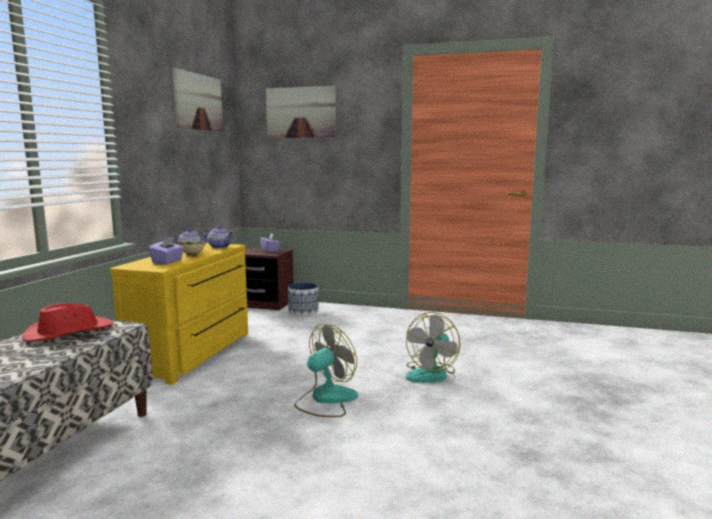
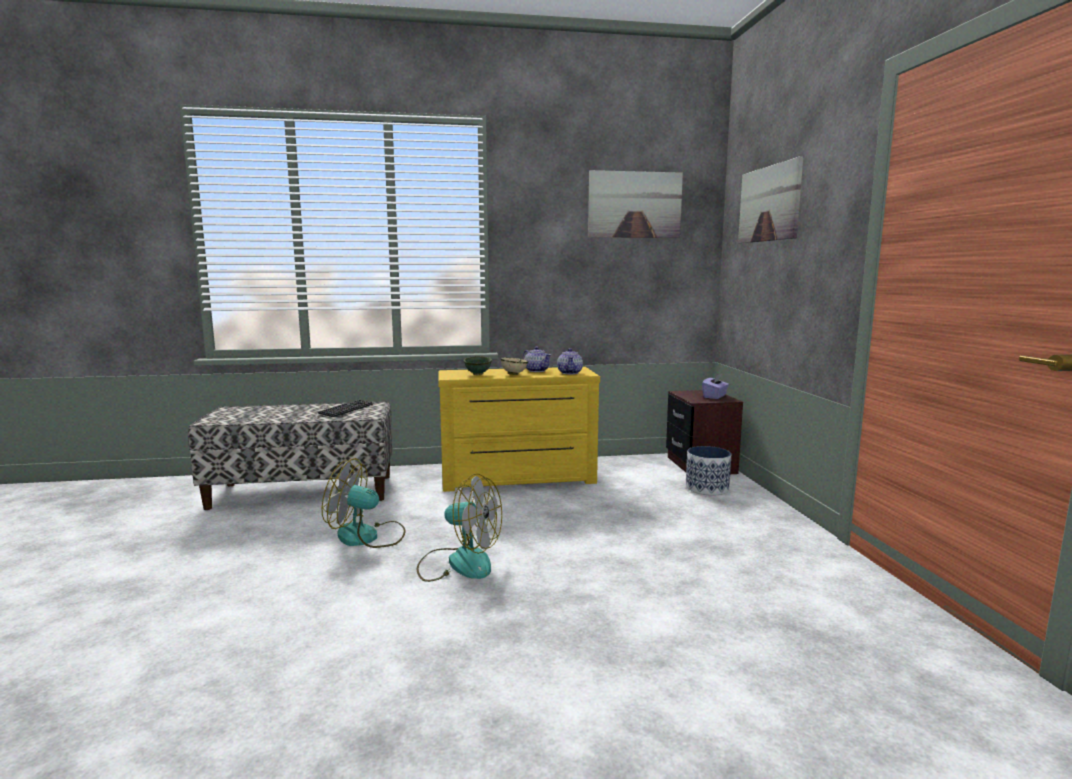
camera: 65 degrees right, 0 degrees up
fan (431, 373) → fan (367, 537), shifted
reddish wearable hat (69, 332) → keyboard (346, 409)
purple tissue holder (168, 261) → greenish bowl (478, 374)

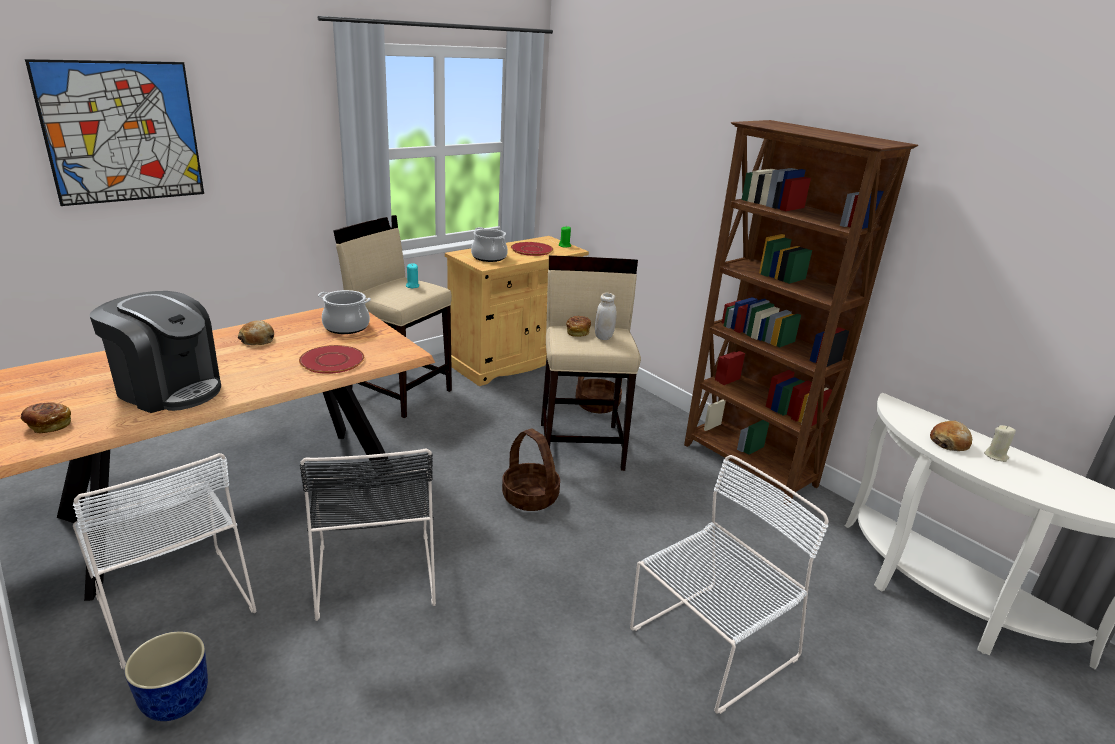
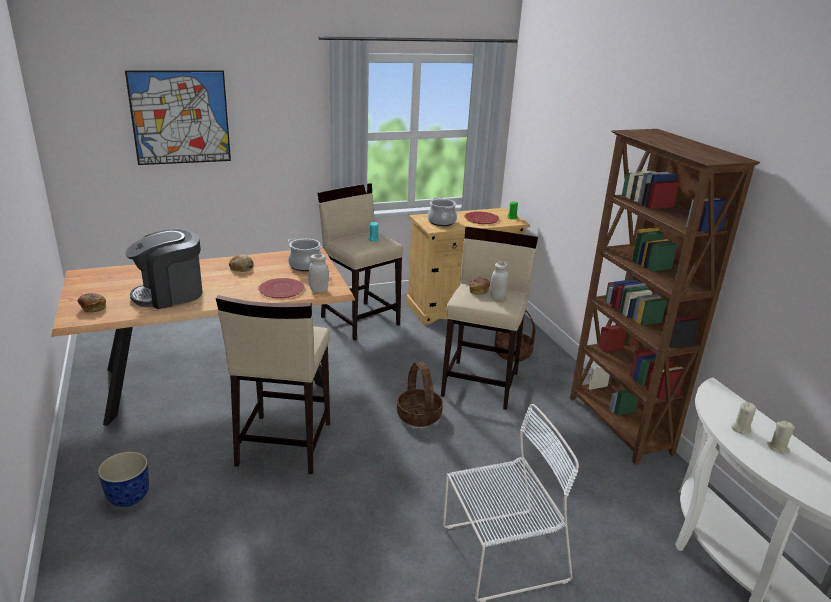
camera: 20 degrees right, 0 degrees up
white-coloured upright chair (174, 599) → -
- → white-coloured jar (318, 290)
black-coloured upright chair (375, 570) → beige stool seat (283, 444)
baked bread (949, 443) → beige wax light (740, 429)
coffee brewer (168, 389) → coffee brewer (170, 294), 105 degrees clockwise

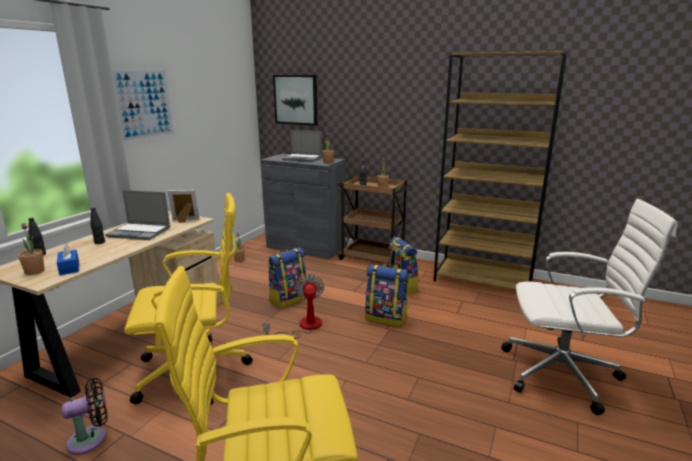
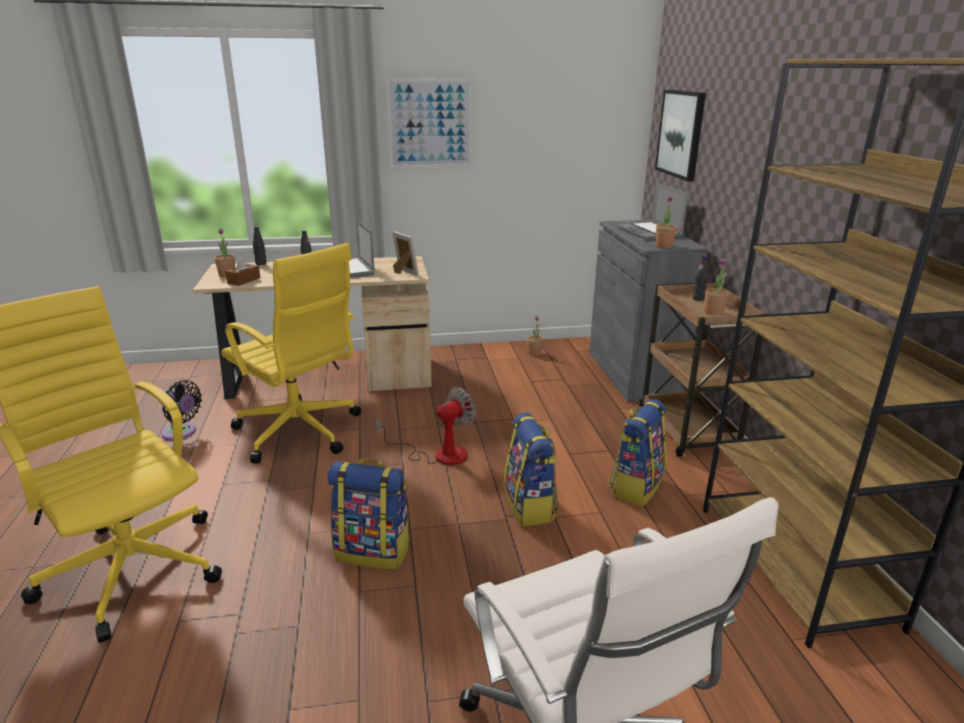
camera: 55 degrees right, 5 degrees up
rucksack (288, 299) → rucksack (373, 551), shifted
blue tissue holder (69, 268) → brownish tissue holder (244, 280)

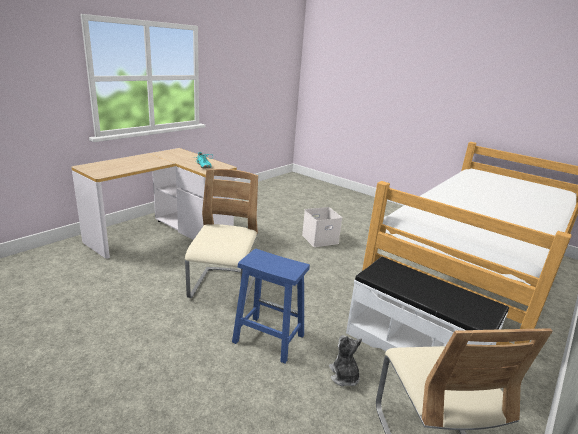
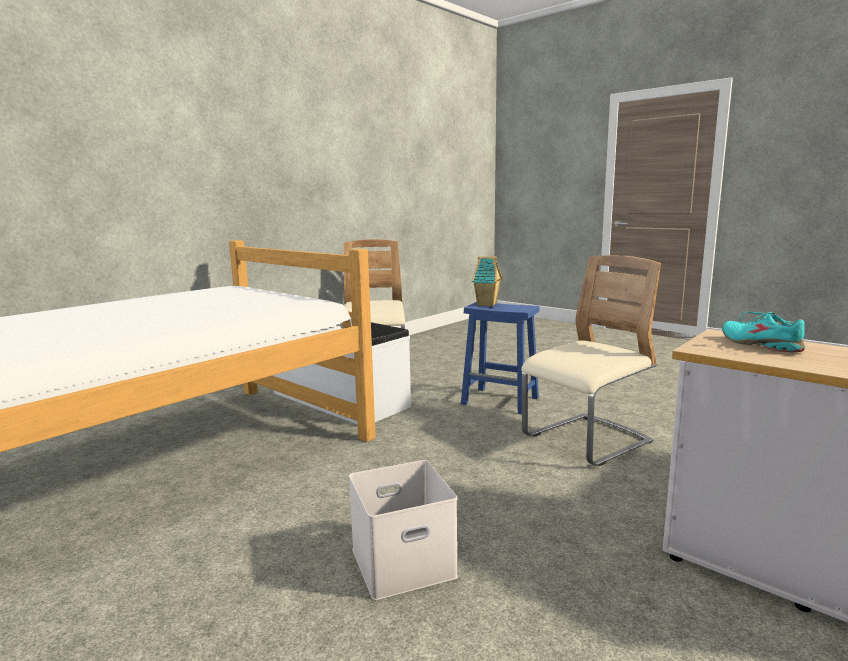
camera: 175 degrees left, 10 degrees down
soft toy (344, 376) → -
- → miniature house (487, 304)
beige upright chair (223, 287) → beige upright chair (586, 441), 135 degrees counterclockwise

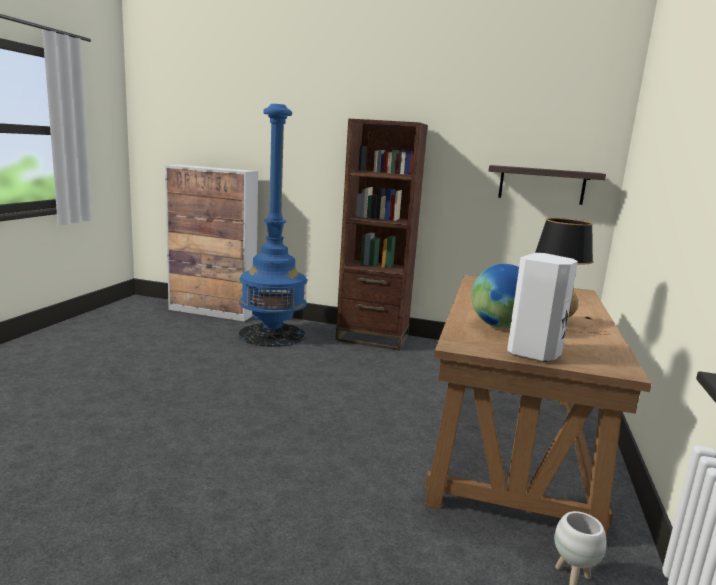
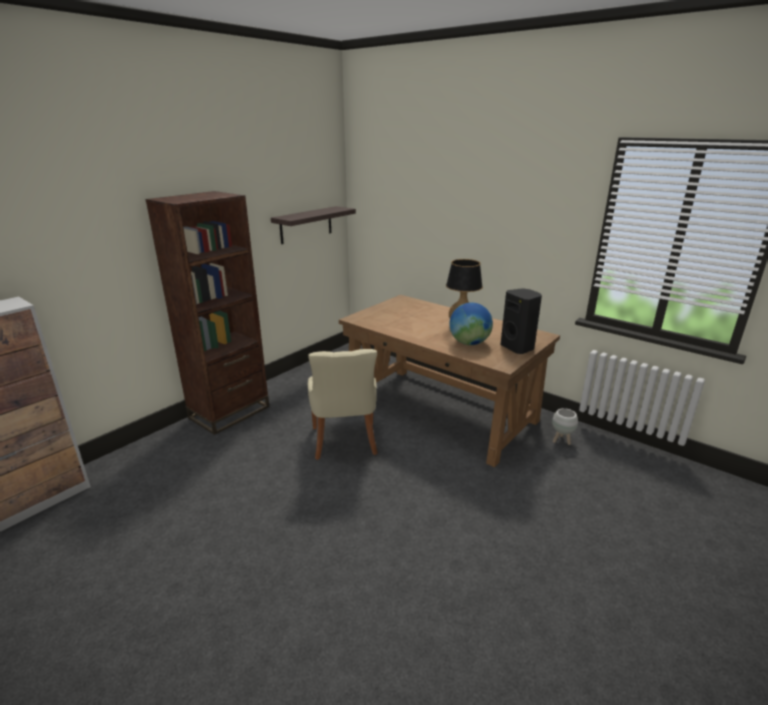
camera: 65 degrees left, 10 degrees up
blue standing lamp (272, 335) → -
- → beige upright chair (344, 442)
white-coloured loudspeaker (535, 353) → black-coloured loudspeaker (518, 347)

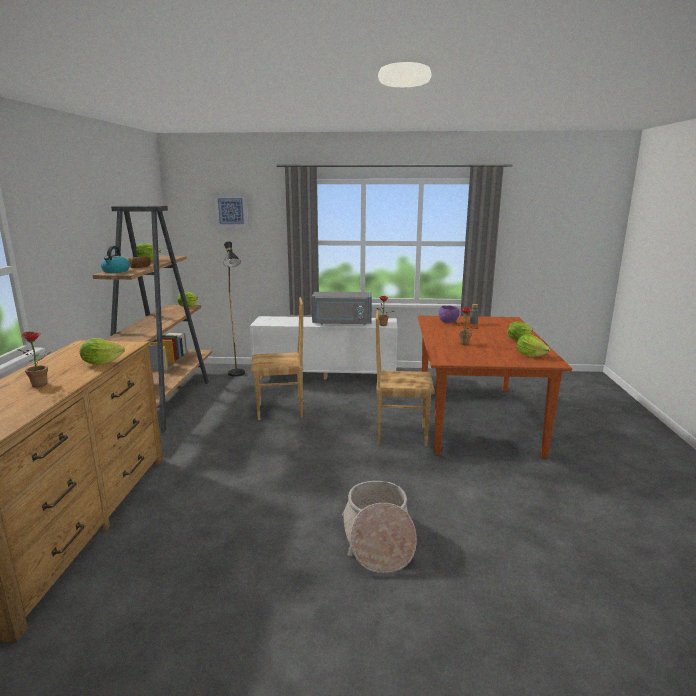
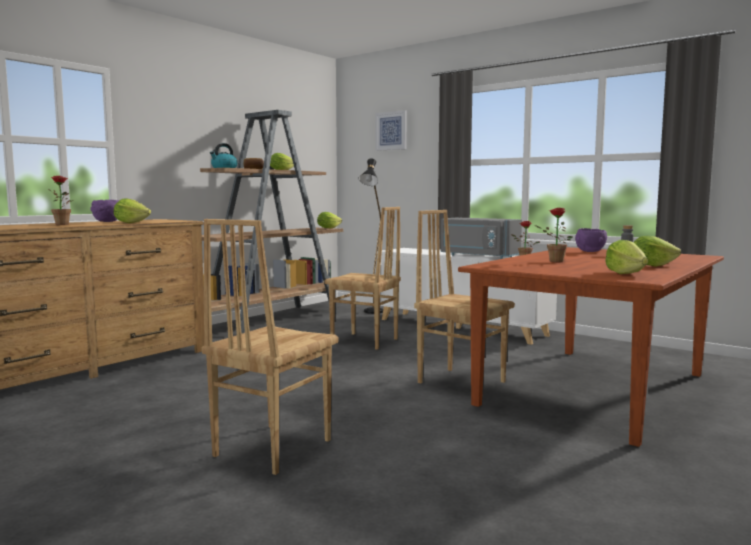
camera: 35 degrees right, 10 degrees down
- → purple bowl (108, 221)
basket (378, 541) → brownish upright chair (271, 448)

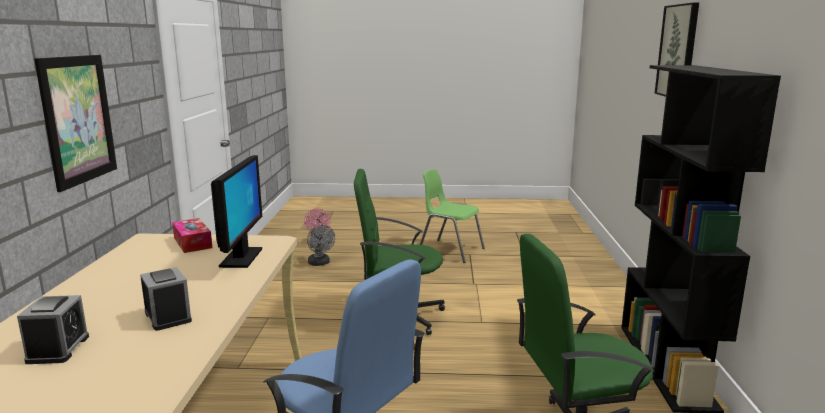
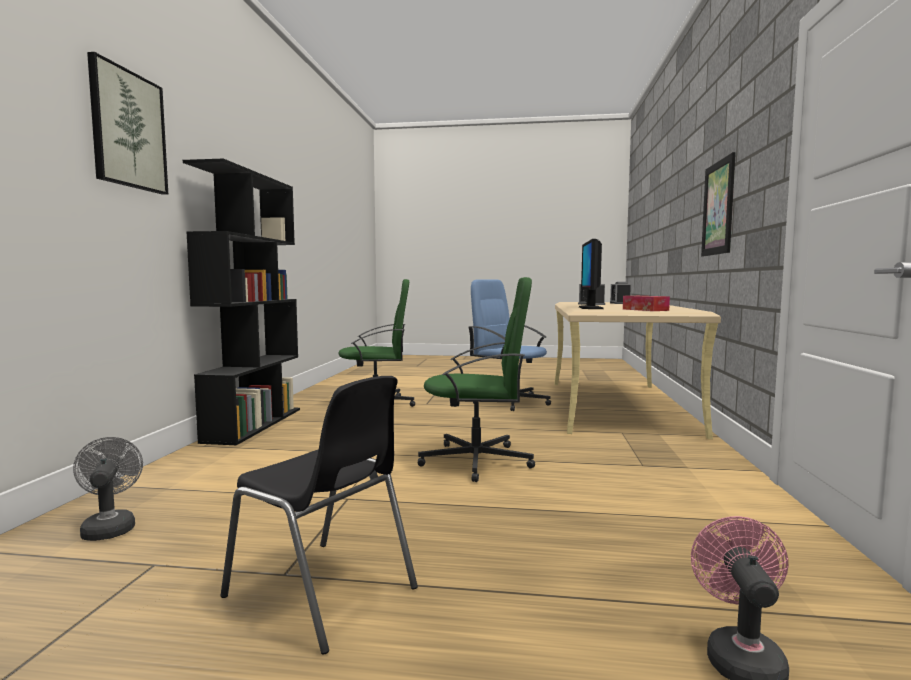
camera: 175 degrees left, 10 degrees down
greyish fan (320, 263) → greyish fan (109, 527), shifted
greenish upright chair (450, 250) → black-coloured upright chair (323, 593)

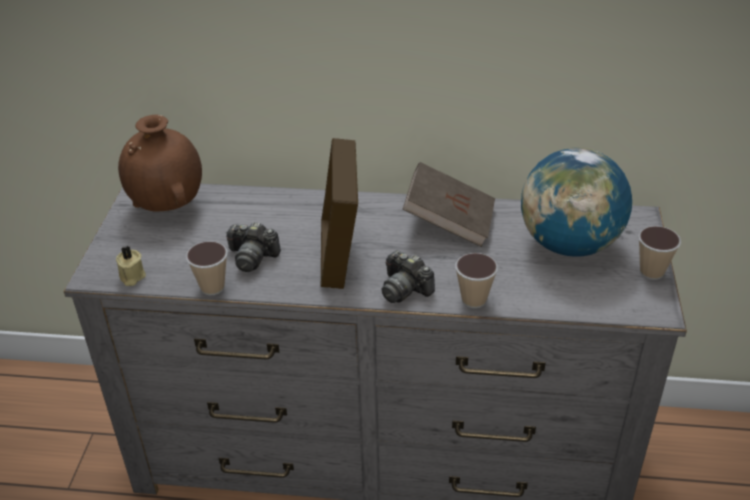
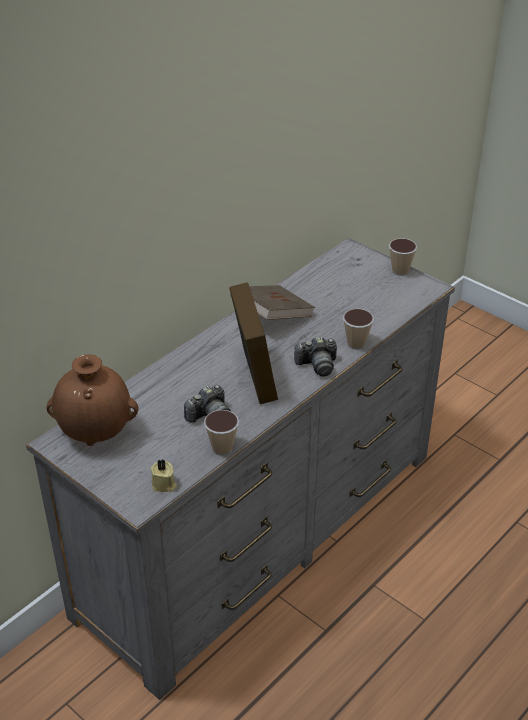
camera: 55 degrees left, 0 degrees up
globe (569, 245) → -
photo frame (340, 255) → photo frame (253, 376), 135 degrees counterclockwise

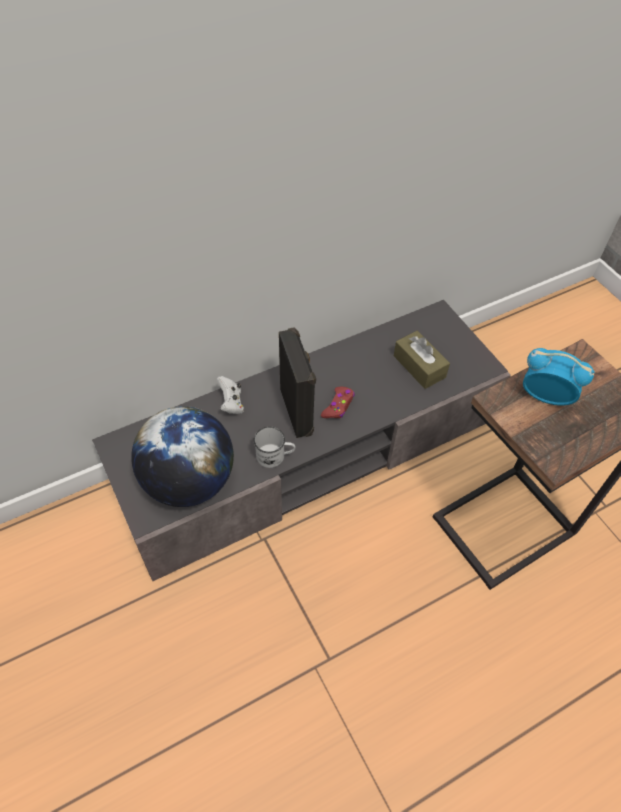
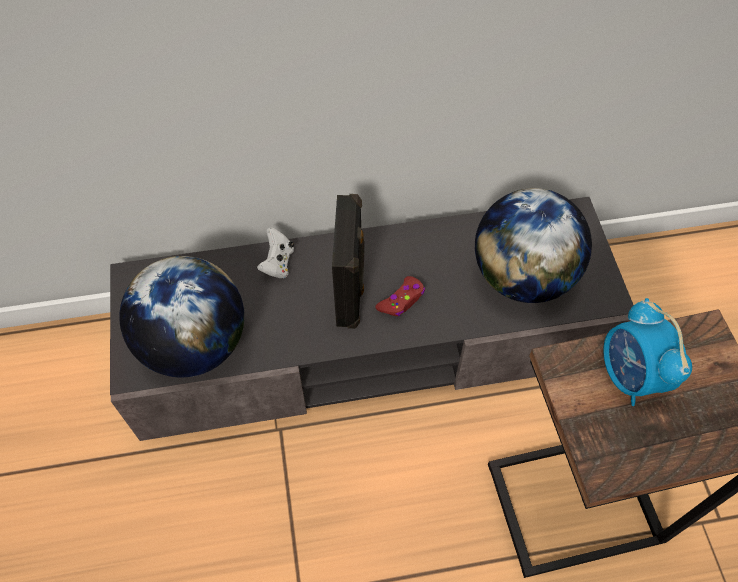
camera: 20 degrees right, 5 degrees up
white-coloured mug (275, 456) → -
brownish tissue holder (419, 366) → globe (522, 276)
bedside clock (545, 396) → bedside clock (630, 375), 150 degrees counterclockwise

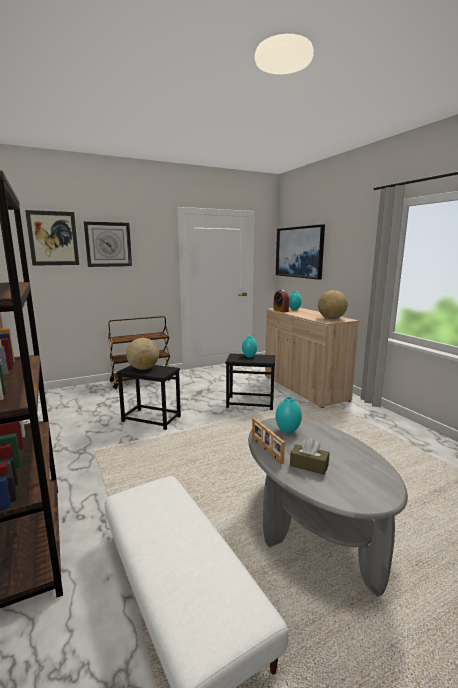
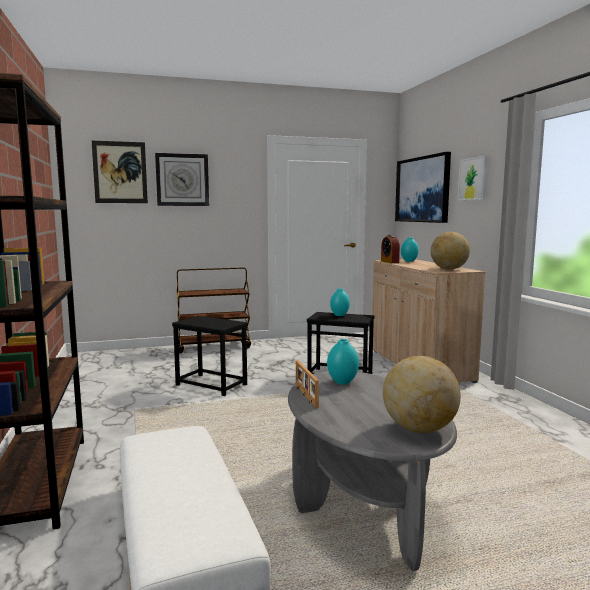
camera: 10 degrees right, 5 degrees down
brownish tissue holder (309, 465) → -
- → wall art (473, 179)
globe (143, 368) → globe (419, 429), shifted

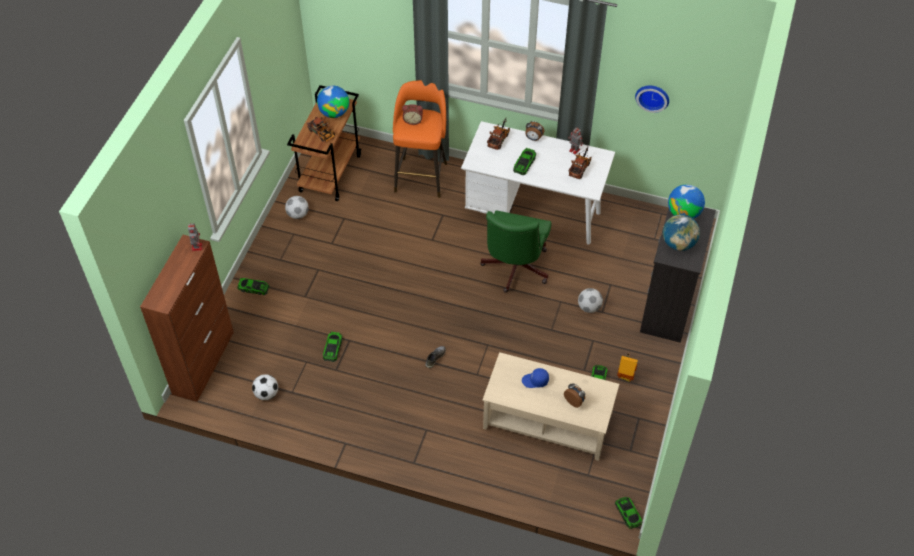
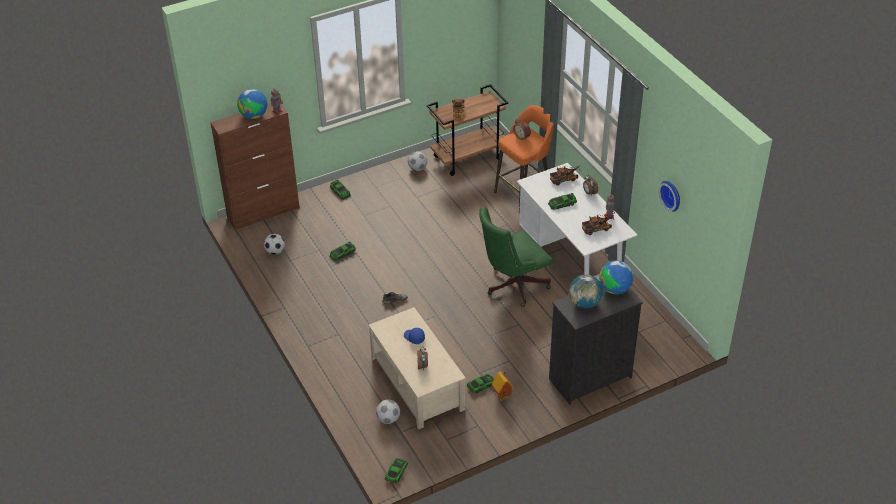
camera: 45 degrees right, 10 degrees down
globe (334, 113) → globe (254, 115), shifted
ball for football (589, 307) → ball for football (388, 419), shifted

